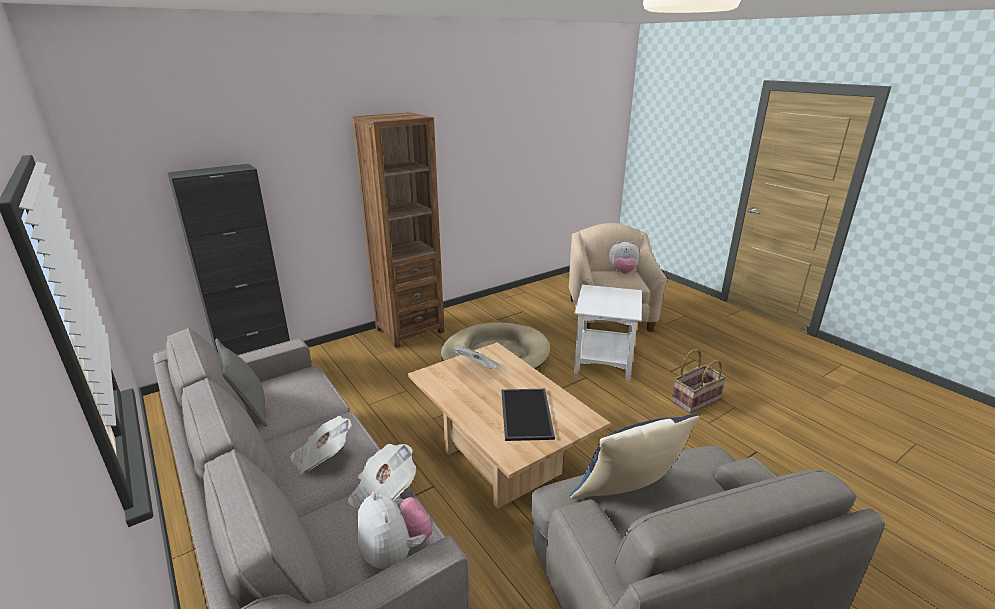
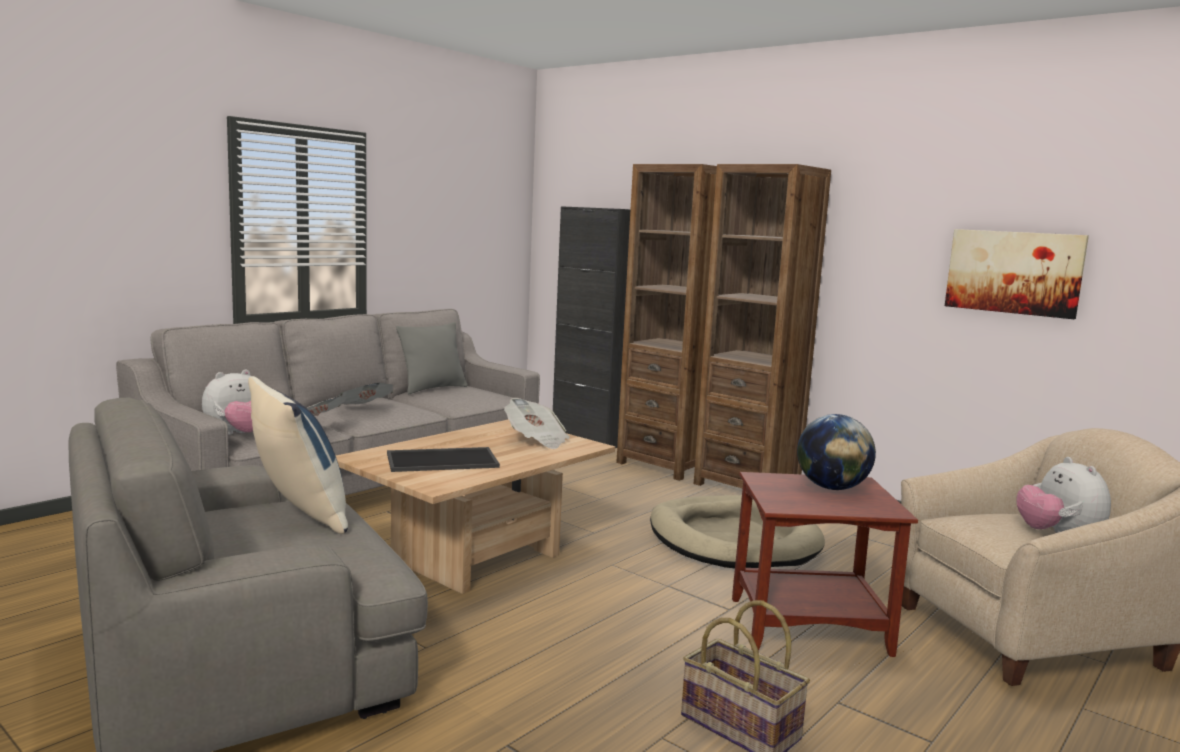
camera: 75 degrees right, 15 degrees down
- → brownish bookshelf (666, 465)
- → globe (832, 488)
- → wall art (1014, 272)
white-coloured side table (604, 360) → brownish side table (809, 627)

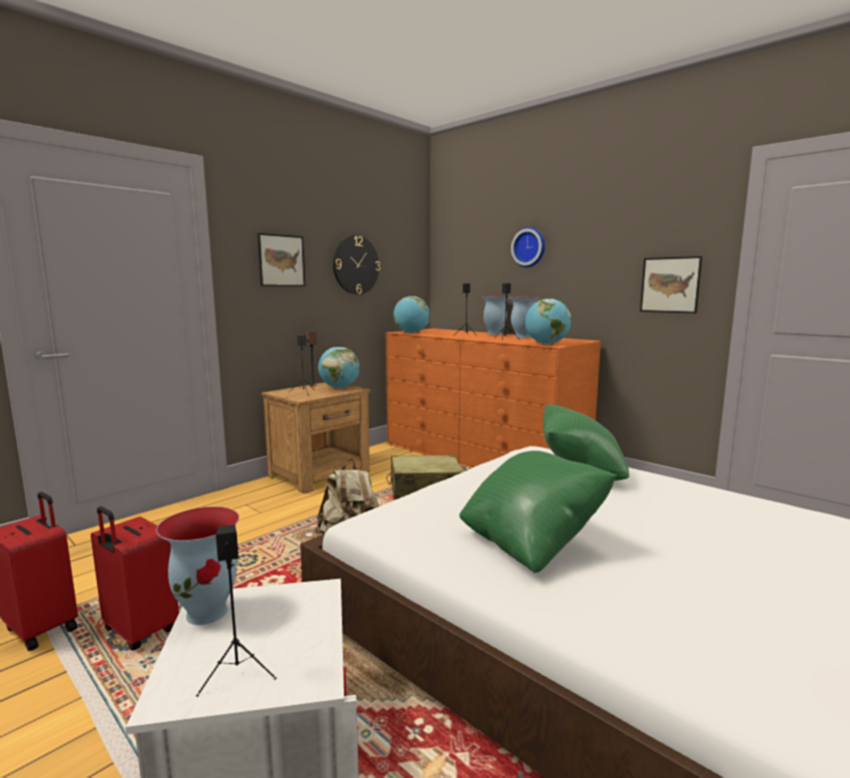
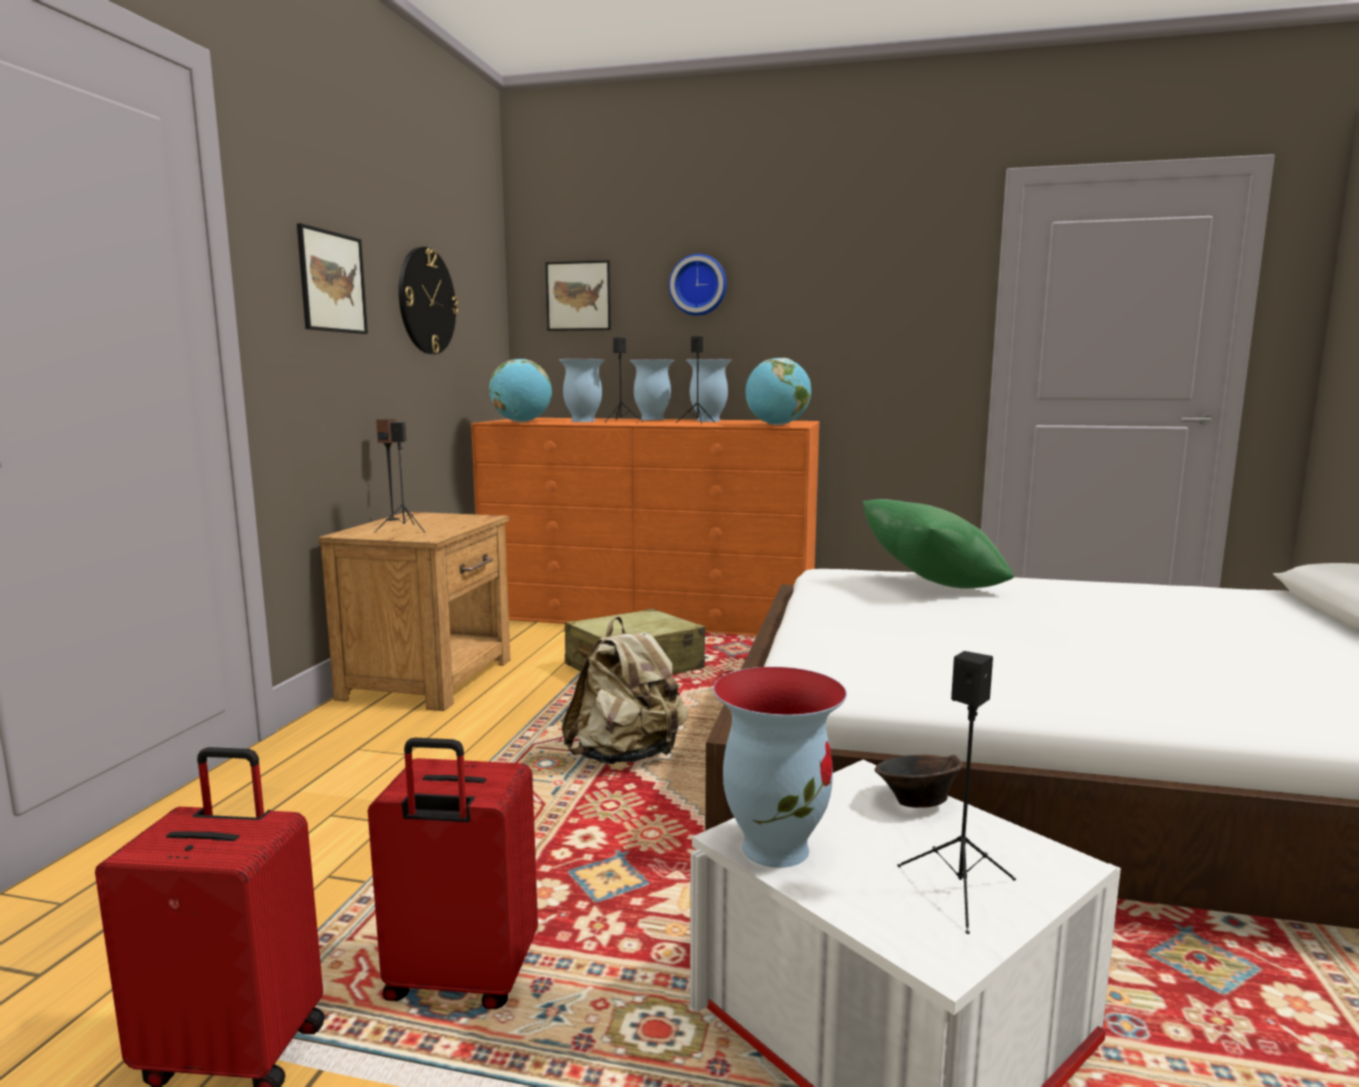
camera: 30 degrees left, 0 degrees up
globe (339, 388) → -
greenish cushion (532, 542) → -
- → decorative vase (582, 421)
- → brownish bowl (916, 803)
wall art (670, 285) → wall art (578, 296), shifted

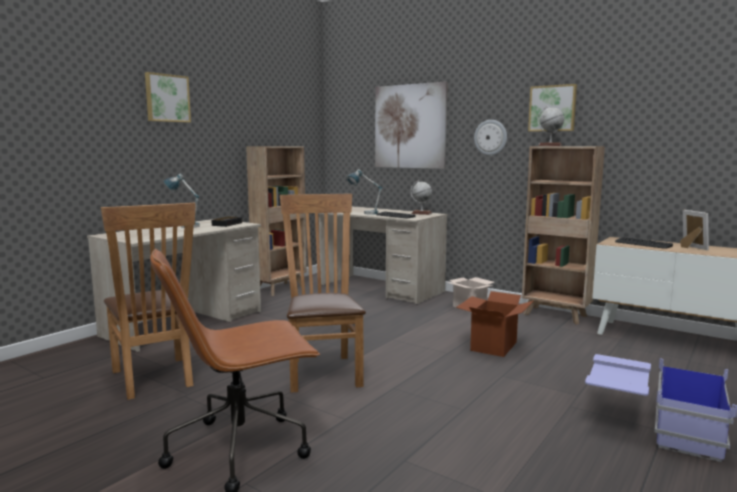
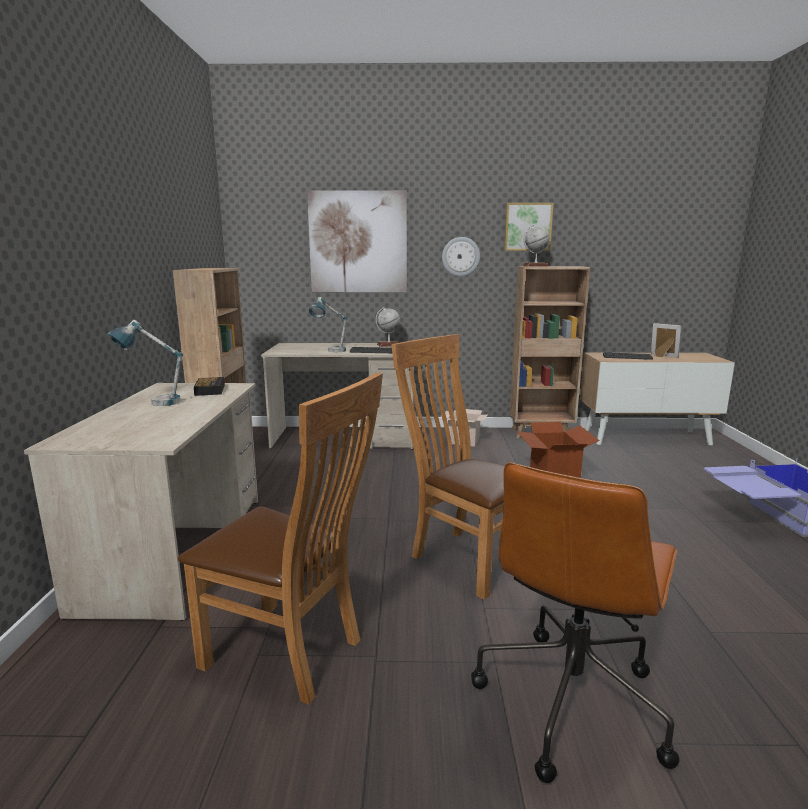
camera: 35 degrees left, 5 degrees up
wall art (167, 98) → -

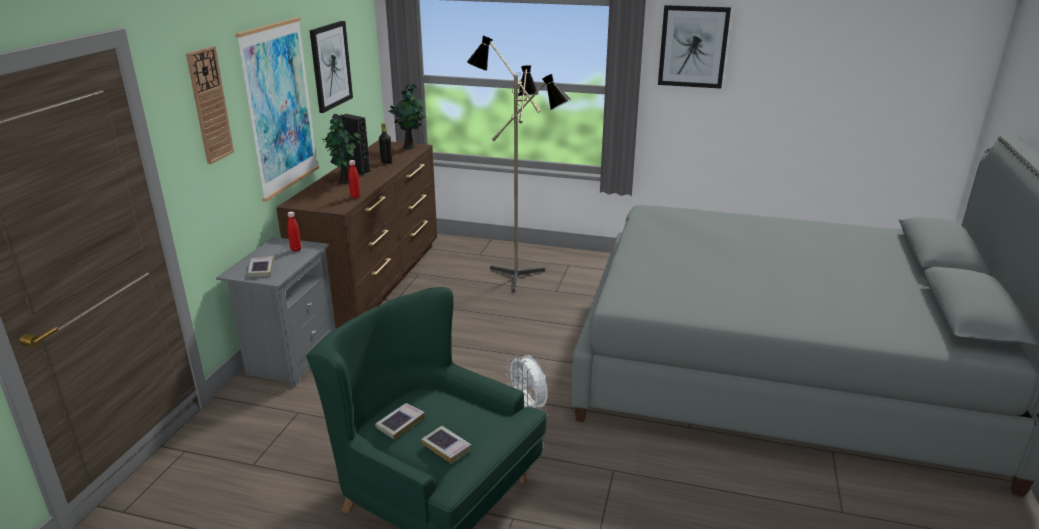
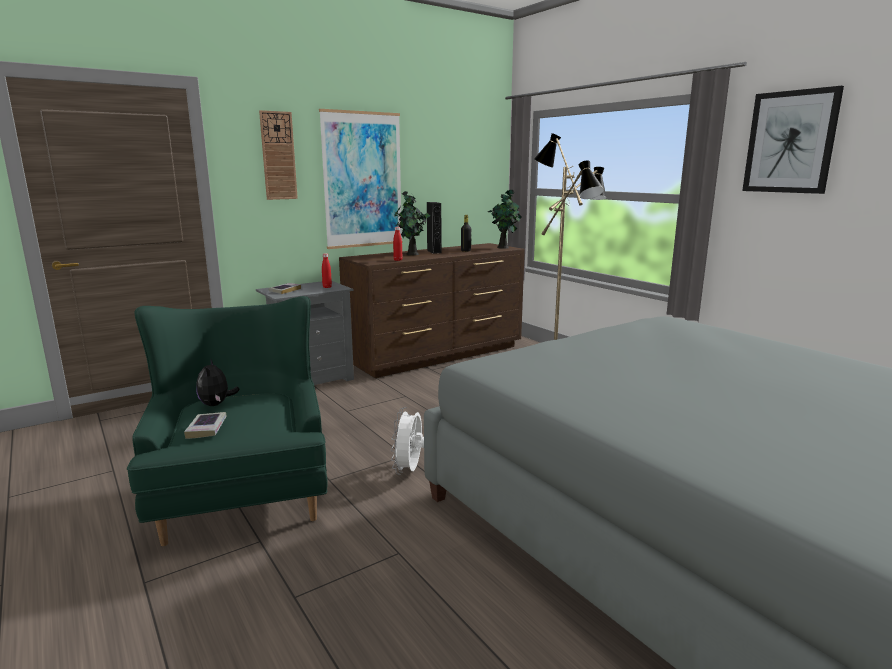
camera: 40 degrees right, 10 degrees down
wall art (330, 66) → -
book (400, 423) → soft toy (216, 404)

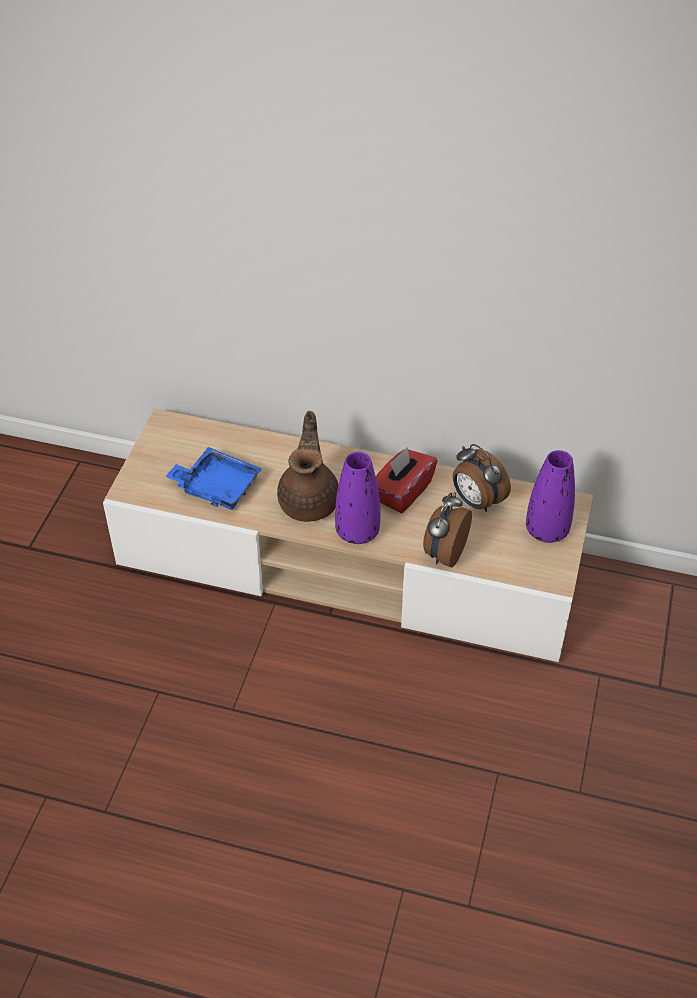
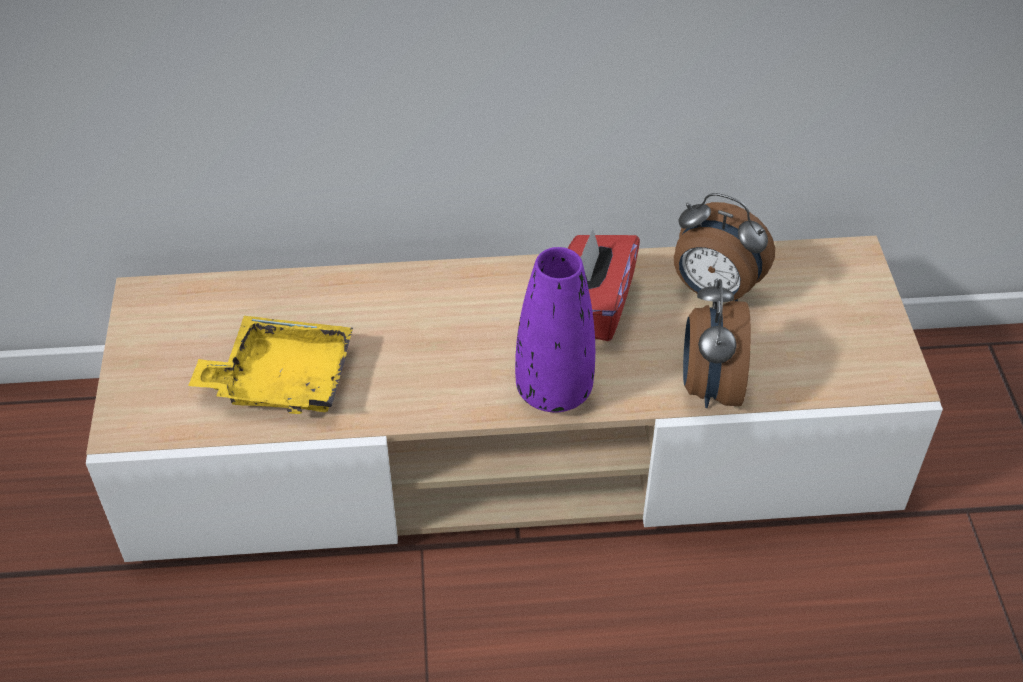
camera: 20 degrees left, 0 degrees up
brownish pot for tea (310, 500) → -
purple decorative vase (546, 531) → -
blue tray (217, 487) → yellow tray (282, 380)

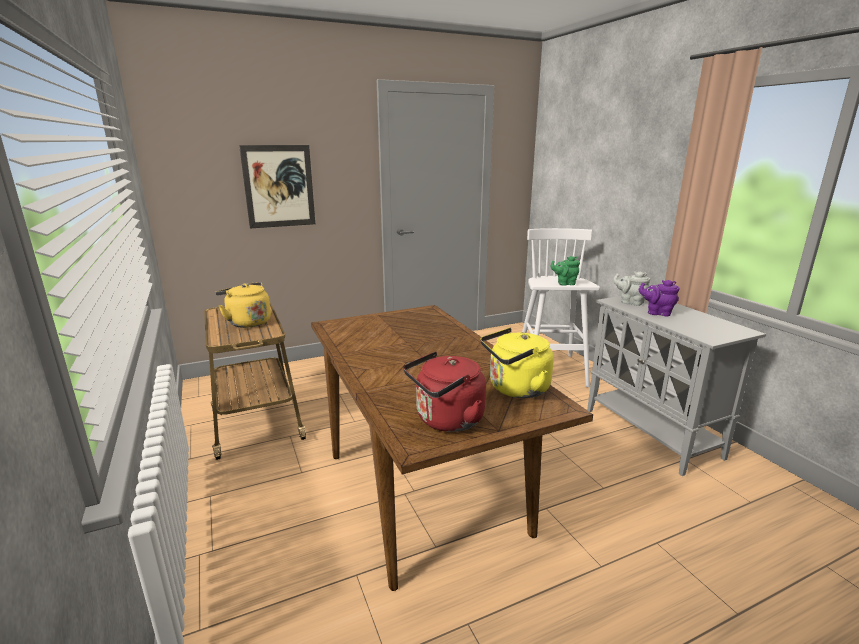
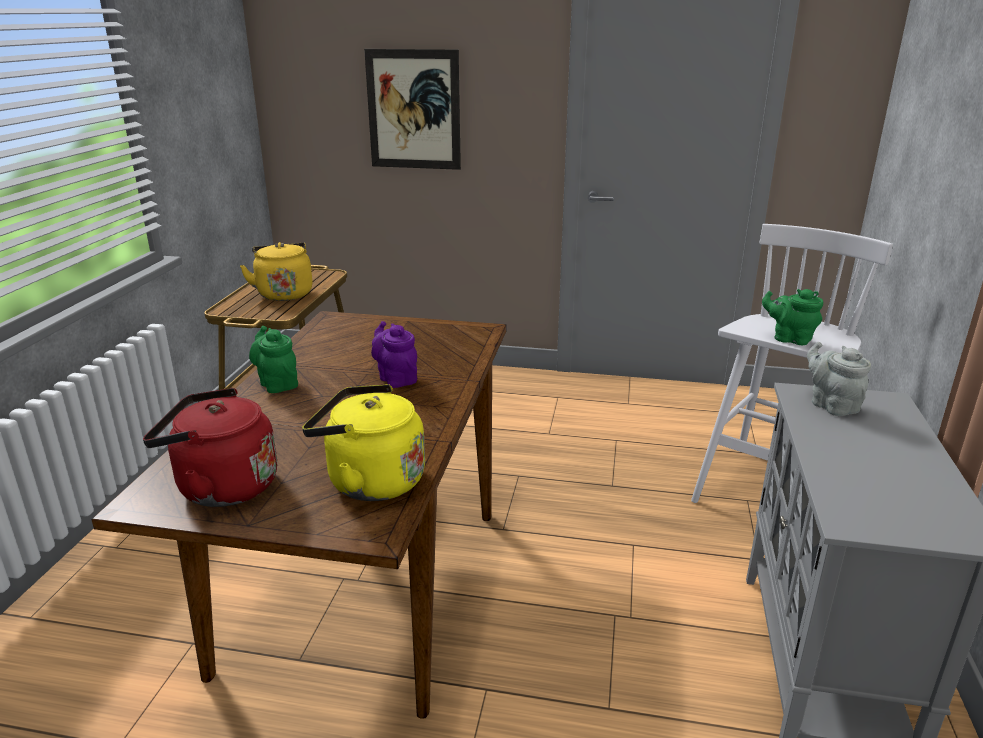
camera: 35 degrees right, 5 degrees up
- → greenish pot for tea (277, 383)
purple pot for tea (657, 313) → purple pot for tea (396, 378), shifted

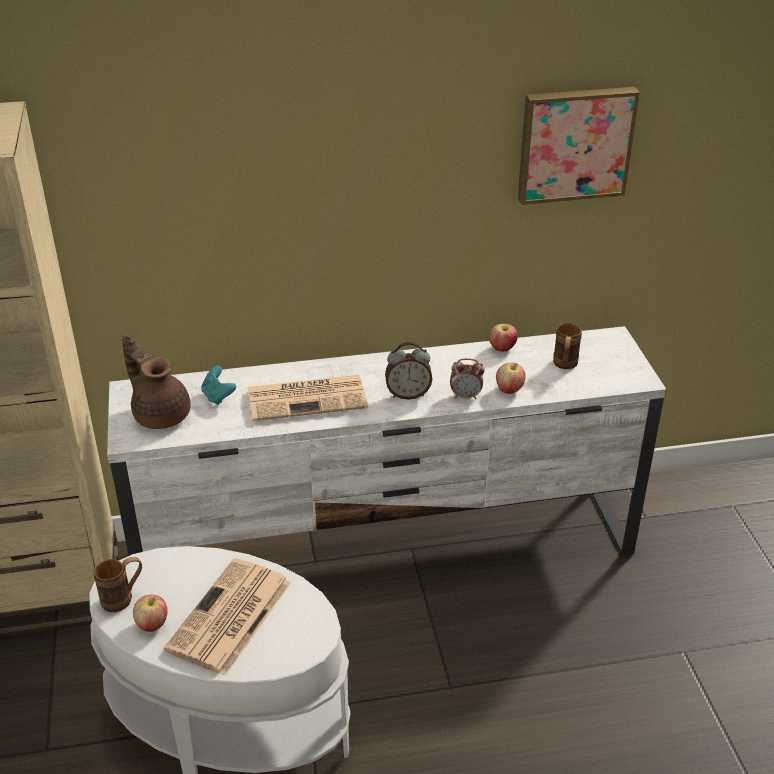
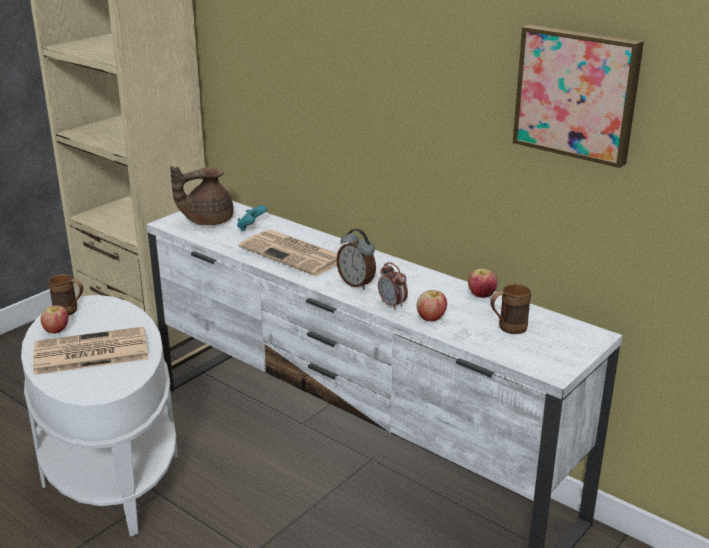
camera: 50 degrees right, 10 degrees down
brownish pot for tea (160, 414) → brownish pot for tea (207, 220), 120 degrees counterclockwise

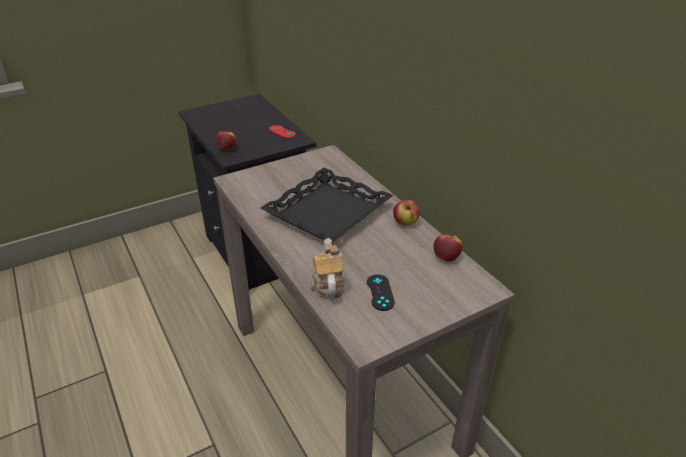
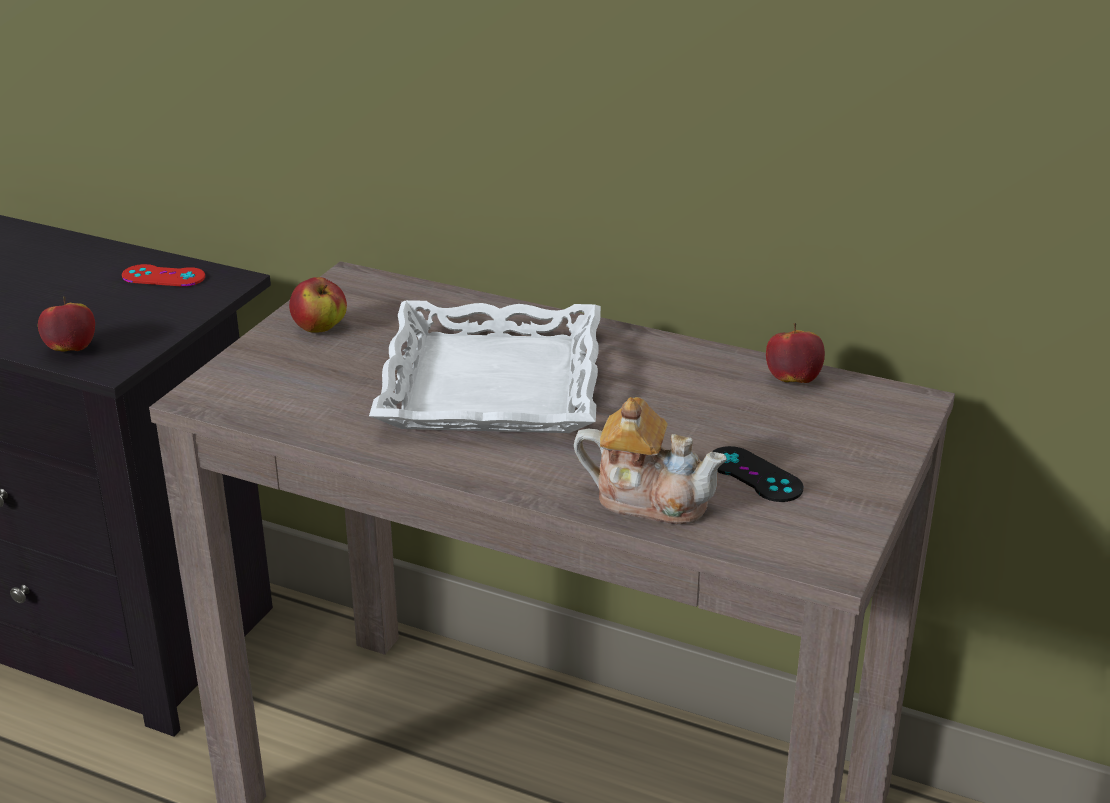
camera: 35 degrees left, 5 degrees down
apple (405, 223) → apple (319, 329), shifted
black-coloured tray (327, 212) → white-coloured tray (490, 384)
pot for tea (327, 284) → pot for tea (649, 499), 150 degrees clockwise

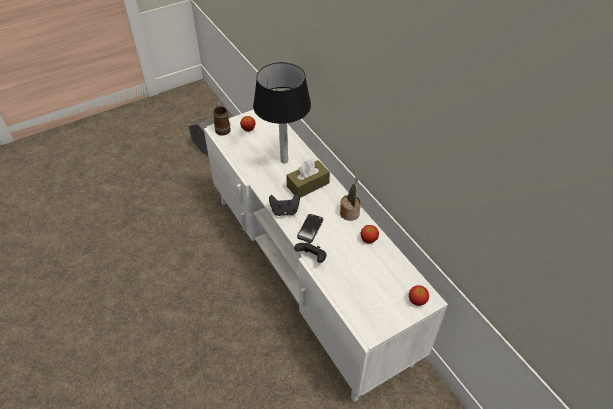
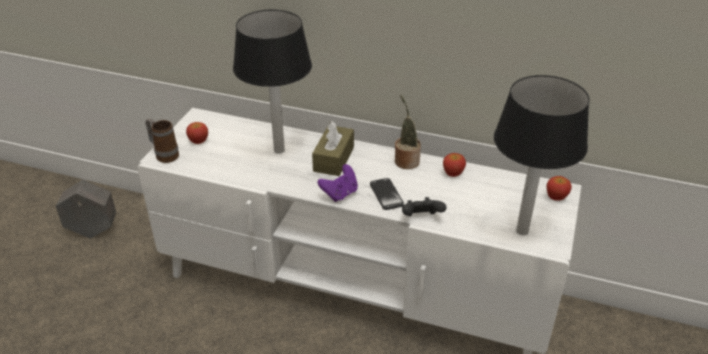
camera: 40 degrees left, 10 degrees down
- → lamp for a table (522, 230)
black-coloured gamepad (285, 211) → purple gamepad (340, 193)

